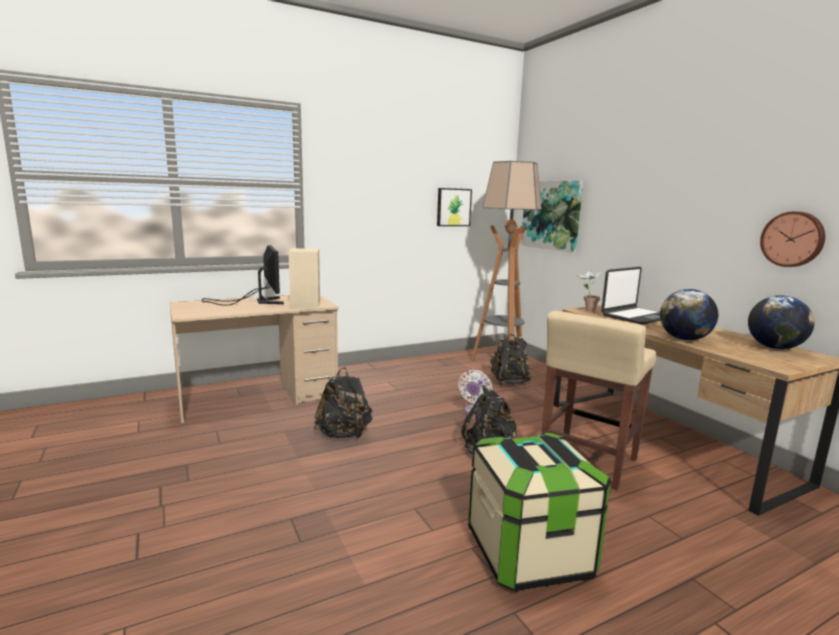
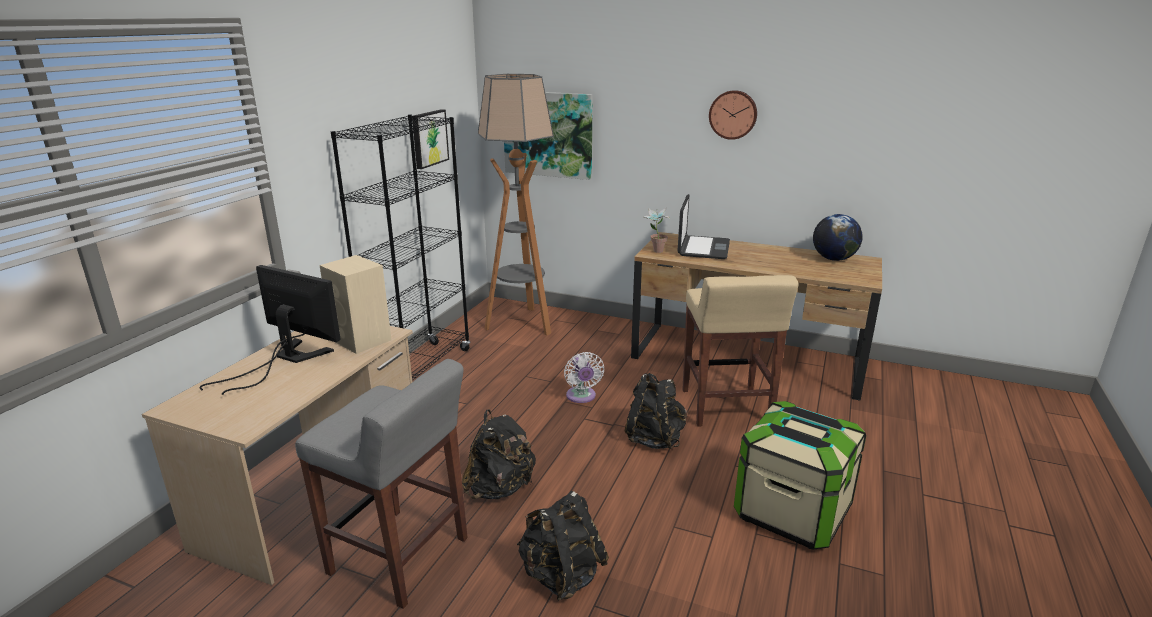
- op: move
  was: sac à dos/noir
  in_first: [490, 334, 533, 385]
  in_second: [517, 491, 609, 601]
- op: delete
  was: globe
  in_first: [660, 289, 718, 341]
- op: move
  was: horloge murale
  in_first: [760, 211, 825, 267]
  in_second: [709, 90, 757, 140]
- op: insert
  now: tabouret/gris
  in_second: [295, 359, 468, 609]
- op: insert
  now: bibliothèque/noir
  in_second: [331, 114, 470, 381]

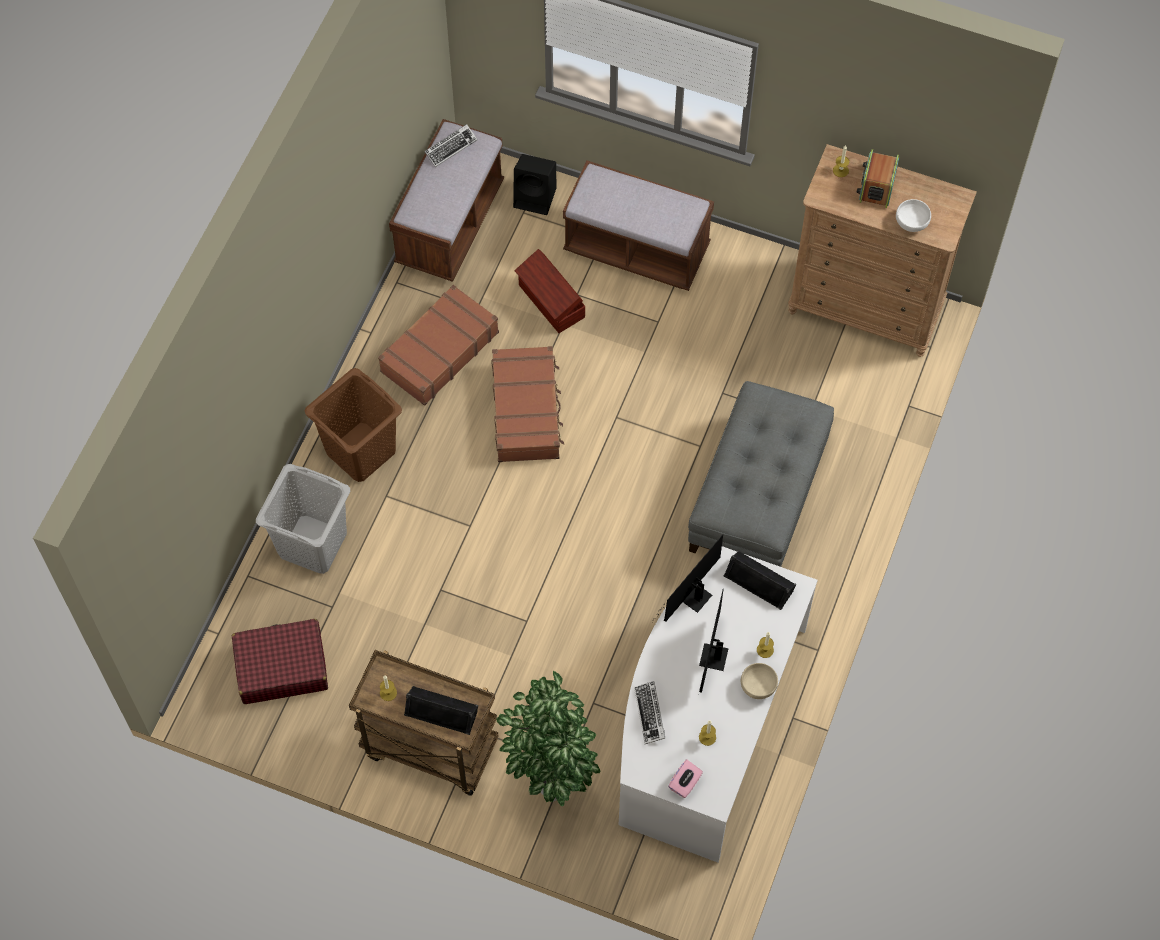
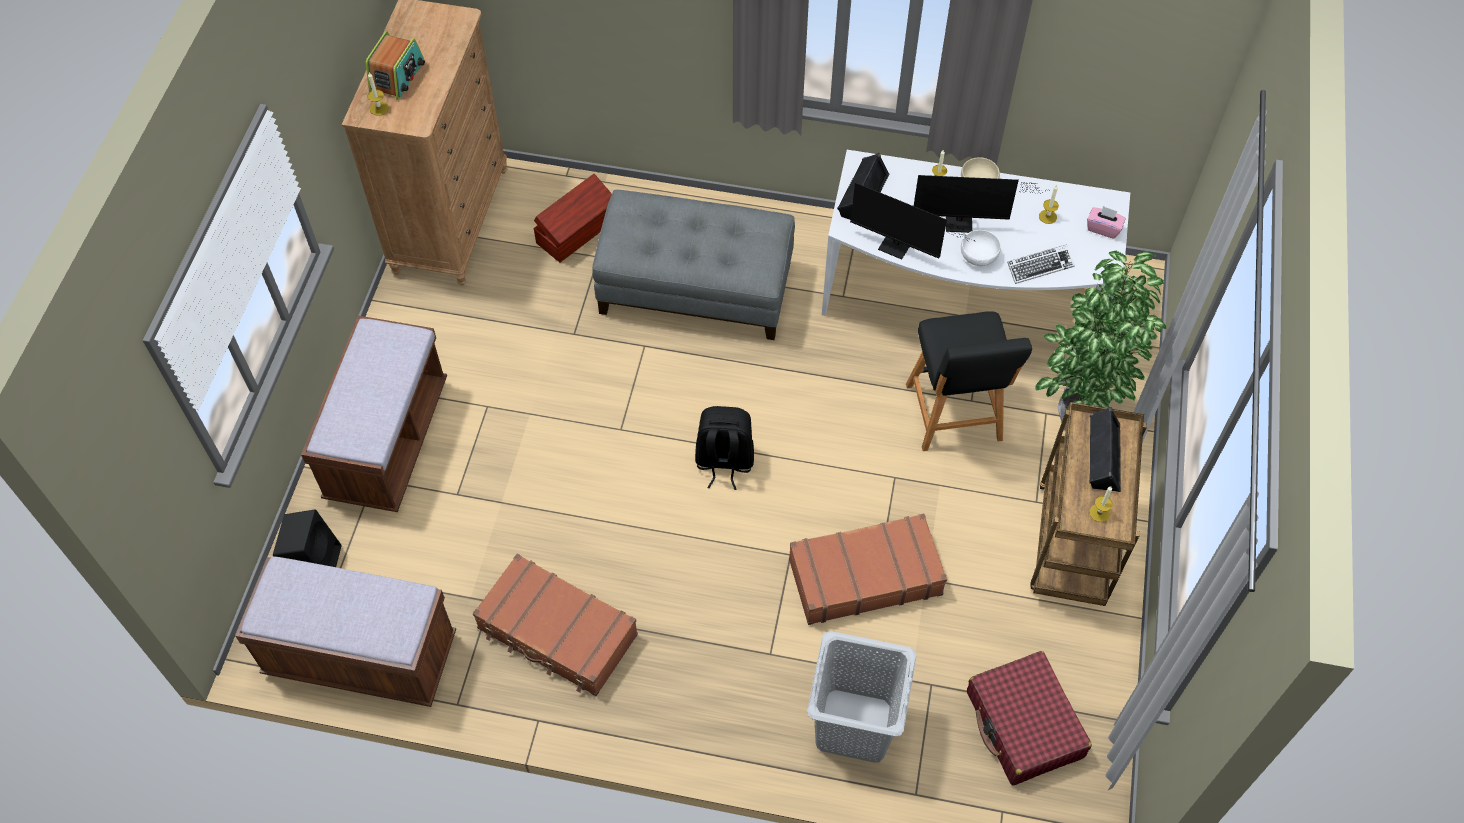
- op: delete
  was: panier à linge/marron
  in_first: [305, 368, 402, 482]
- op: delete
  was: clavier
  in_first: [424, 124, 478, 167]
- op: move
  was: valise/marron
  in_first: [492, 346, 564, 462]
  in_second: [789, 513, 947, 625]
- op: move
  was: boîte de rangement/marron
  in_first: [515, 249, 585, 333]
  in_second: [533, 174, 612, 262]
- op: rotate
  was: radio
  in_first: [856, 149, 899, 208]
  in_second: [366, 31, 425, 100]
  clockwise: -75
- op: move
  was: bol/blanc
  in_first: [896, 199, 931, 232]
  in_second: [961, 230, 1001, 266]
- op: insert
  now: sac à dos/noir
  in_second: [695, 406, 754, 490]
- op: insert
  now: tabouret/noir
  in_second: [906, 311, 1032, 451]

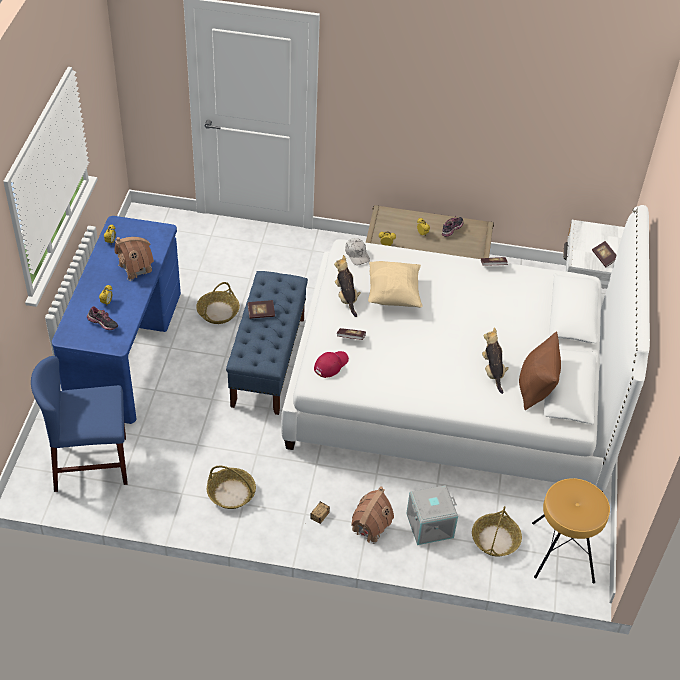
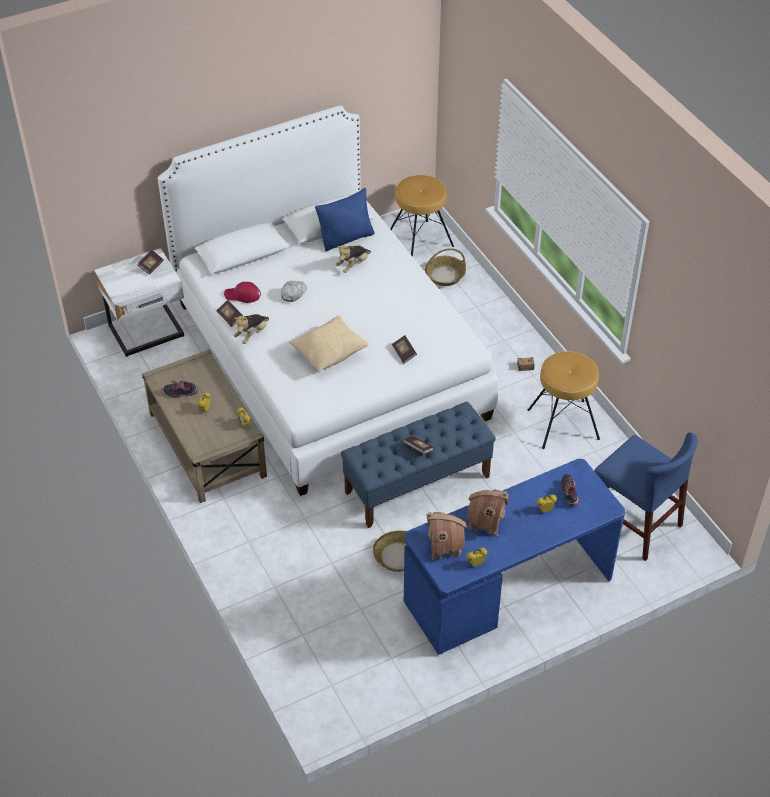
- op: replace
  was: panier
  now: tabouret/marron
  in_first: [207, 466, 256, 509]
  in_second: [528, 351, 600, 449]
- op: move
  was: casquette/rouge
  in_first: [314, 351, 349, 378]
  in_second: [224, 282, 261, 303]
- op: move
  was: peluche
  in_first: [334, 255, 361, 317]
  in_second: [234, 314, 269, 344]
- op: move
  was: casquette/blanc
  in_first: [345, 238, 370, 265]
  in_second: [281, 281, 307, 302]
- op: move
  was: maison miniature
  in_first: [351, 486, 394, 544]
  in_second: [426, 512, 467, 560]
- op: delete
  was: boîte de rangement/gris
  in_first: [406, 485, 458, 545]
- op: recolor
  was: coussin/marron
  now: coussin/bleu
  in_first: [519, 331, 561, 410]
  in_second: [315, 188, 375, 251]

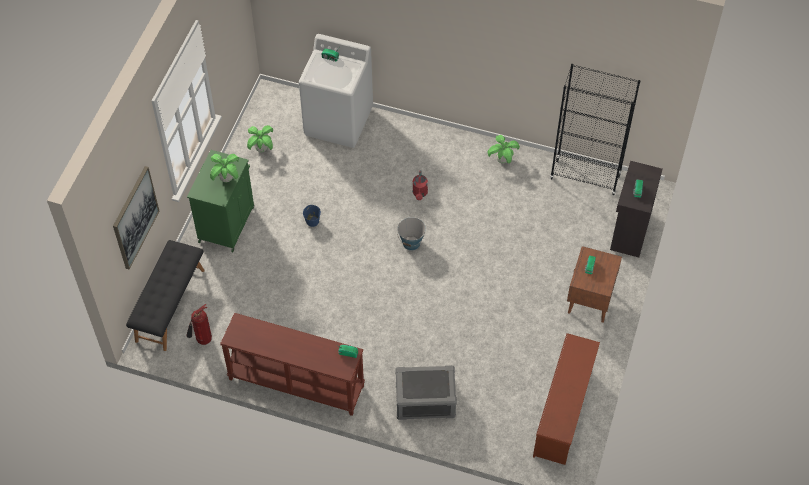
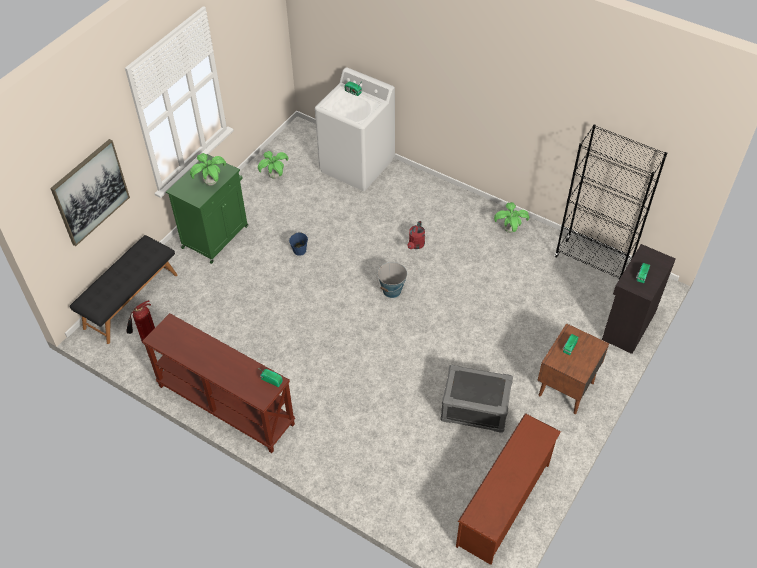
- op: move
  was: boîte de rangement/gris
  in_first: [395, 365, 457, 420]
  in_second: [440, 364, 513, 433]

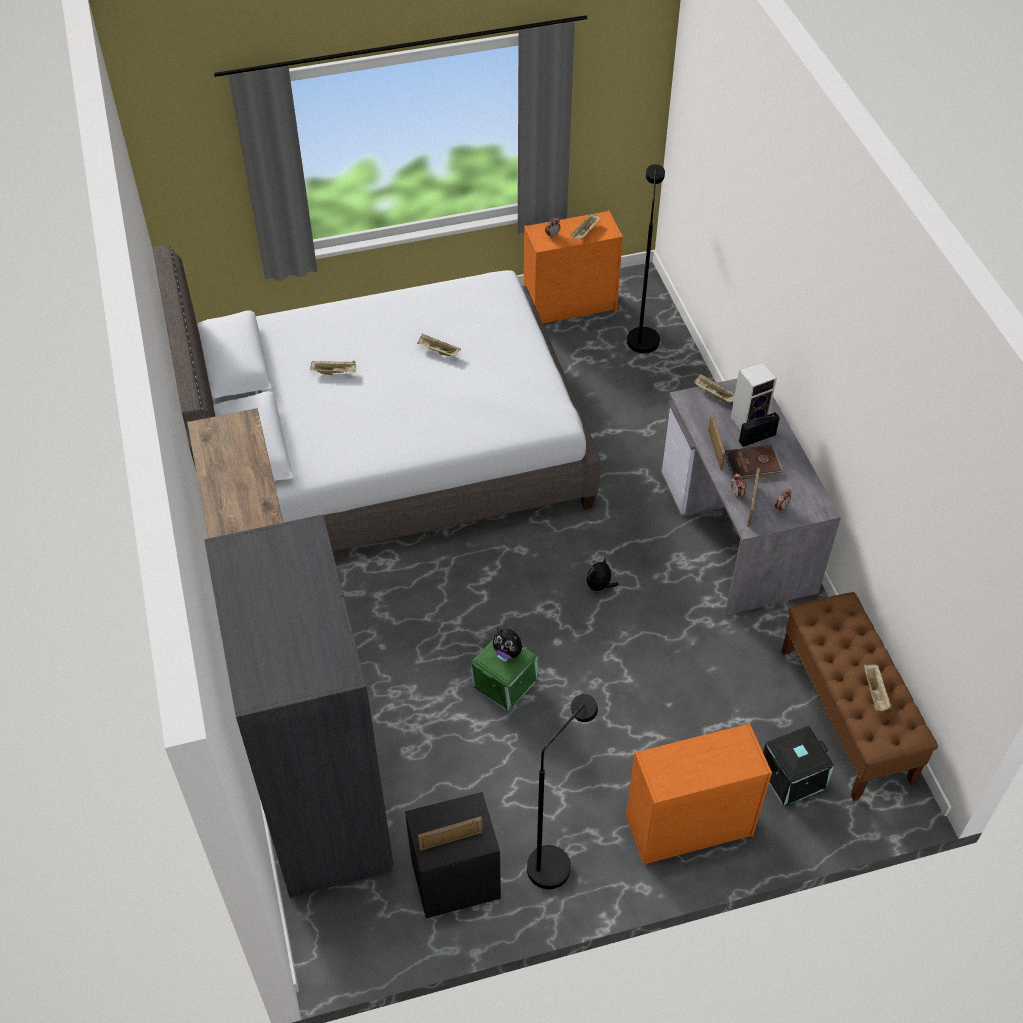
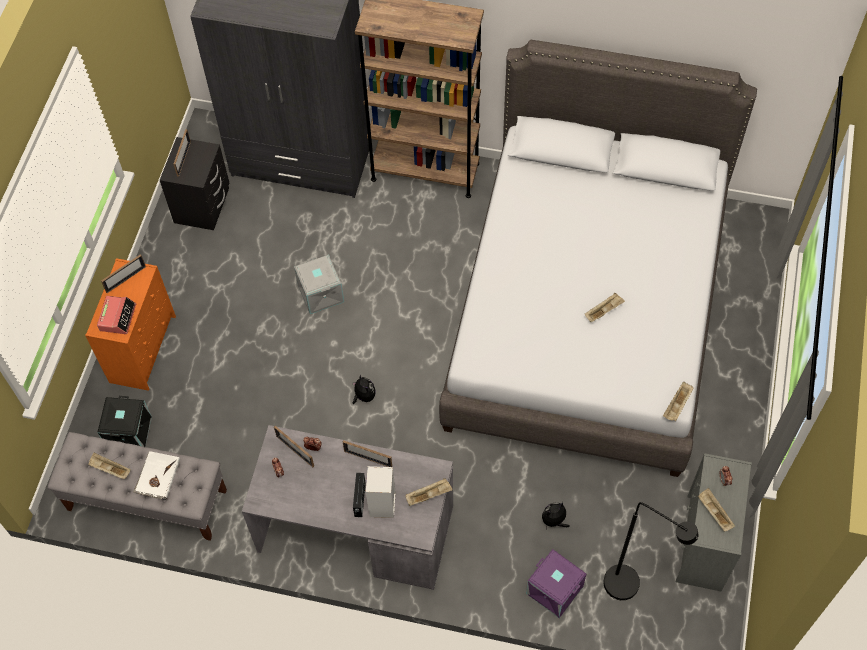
- op: move
  was: plateau/beige
  in_first: [310, 360, 356, 375]
  in_second: [663, 382, 694, 421]
- op: recolor
  was: boîte de rangement/vert
  now: boîte de rangement/gris
  in_first: [471, 639, 537, 712]
  in_second: [294, 254, 344, 314]
- op: move
  was: peluche
  in_first: [493, 628, 527, 659]
  in_second: [542, 502, 570, 530]
- op: recolor
  was: commode/orange
  now: commode/gris
  in_first: [524, 210, 623, 323]
  in_second: [676, 453, 752, 591]
- op: delete
  was: lampadaire/noir
  in_first: [527, 694, 598, 889]
- op: delete
  was: livre/marron
  in_first: [725, 445, 783, 479]
- op: recolor
  was: banc/marron
  now: banc/gris
  in_first: [781, 592, 938, 801]
  in_second: [47, 432, 227, 541]
- op: insert
  now: réveil
  in_second: [97, 296, 136, 334]
- op: insert
  now: cadre photo
  in_second: [101, 254, 146, 293]
- op: insert
  now: livre/blanc
  in_second: [133, 451, 180, 499]
- op: insert
  now: boîte de rangement/violet
  in_second: [526, 549, 586, 618]

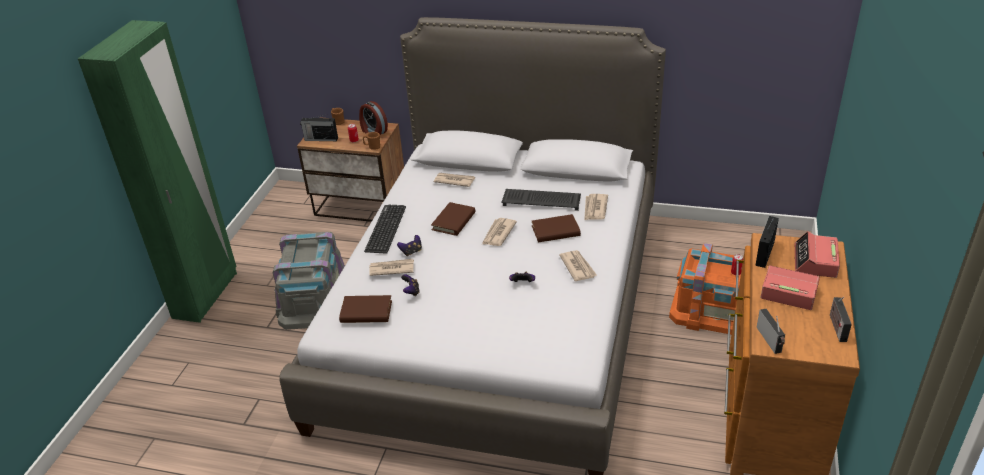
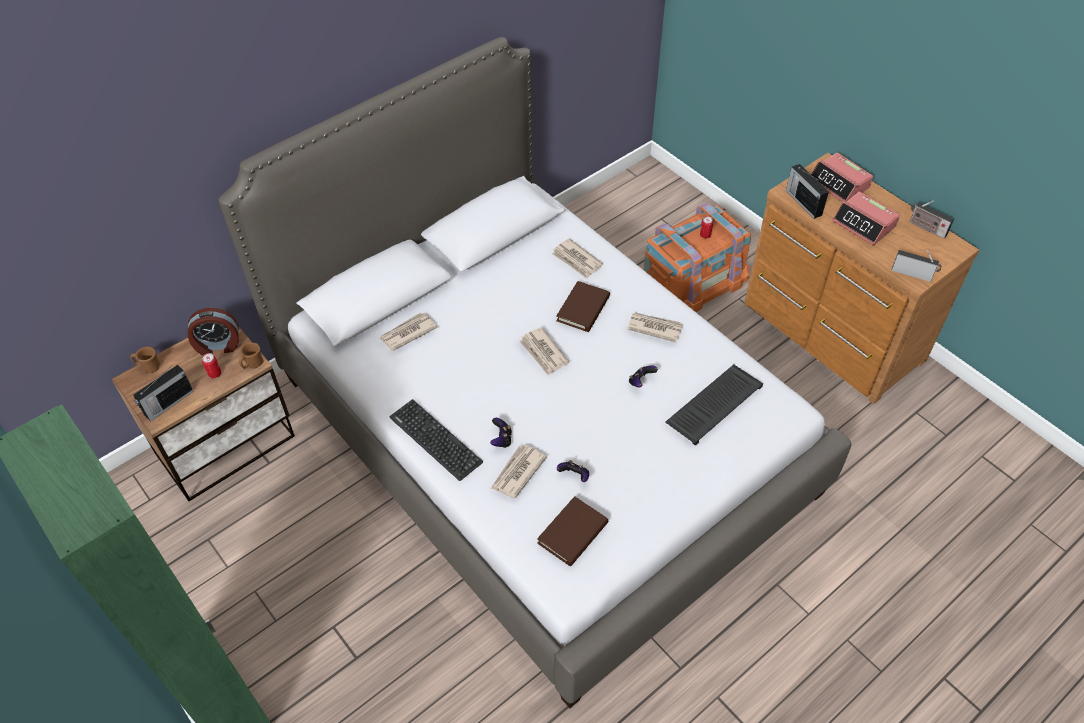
- op: delete
  was: boîte de rangement/gris
  in_first: [273, 232, 345, 330]
- op: delete
  was: livre/marron
  in_first: [431, 202, 476, 236]
- op: move
  was: clavier
  in_first: [501, 189, 581, 211]
  in_second: [665, 364, 763, 446]
- op: rotate
  was: réveil
  in_first: [761, 265, 820, 310]
  in_second: [832, 192, 900, 246]
  clockwise: -105

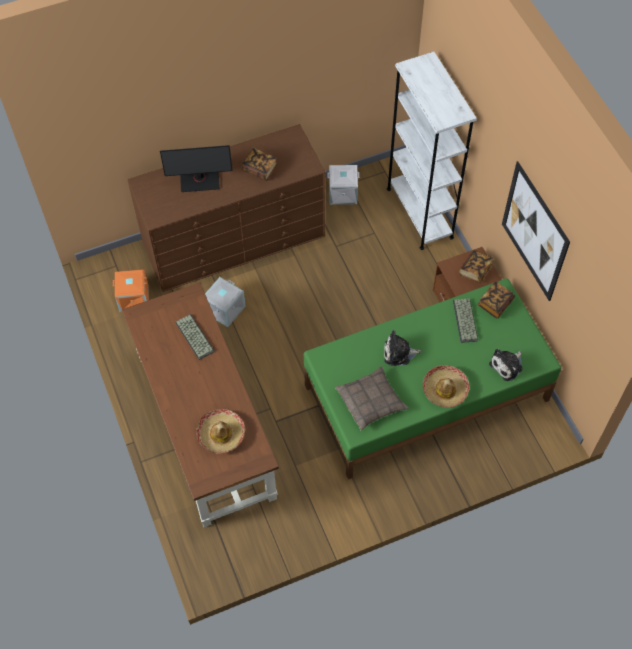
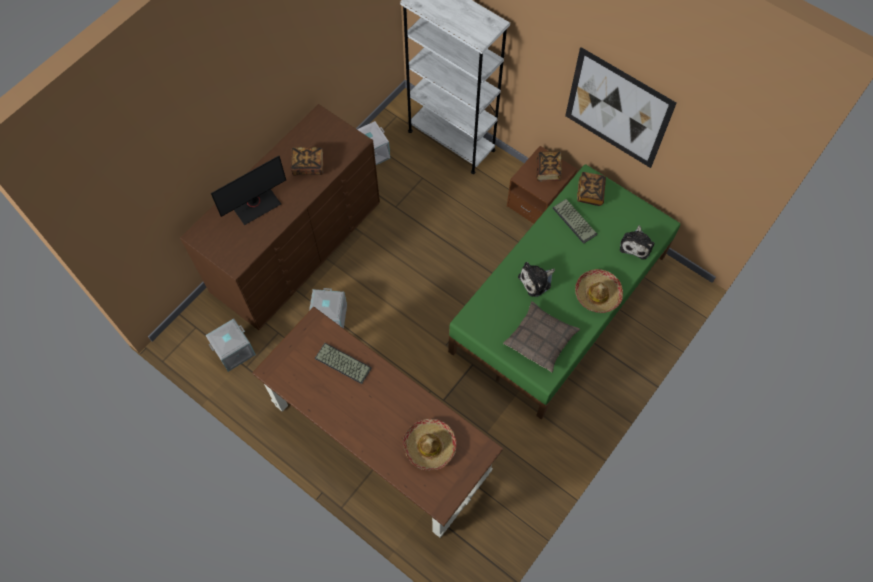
- op: recolor
  was: boîte de rangement/orange
  now: boîte de rangement/gris
  in_first: [113, 269, 149, 312]
  in_second: [205, 318, 256, 372]

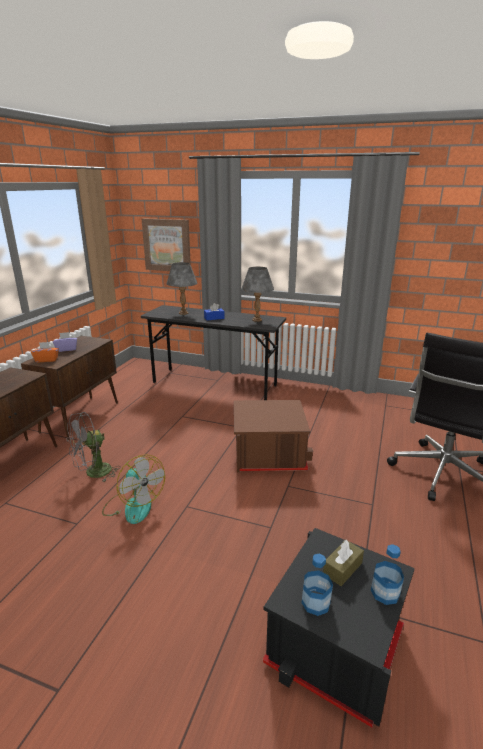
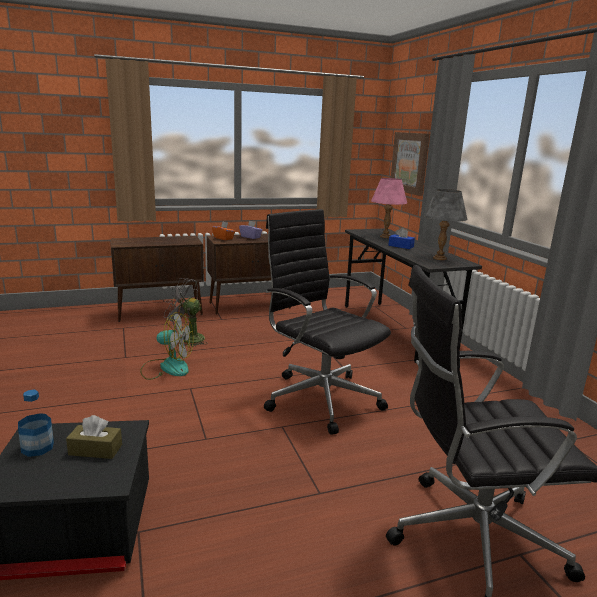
- op: rotate
  was: ventilateur
  in_first: [102, 454, 165, 524]
  in_second: [140, 312, 193, 380]
  clockwise: -90
- op: recolor
  was: lampe de table/gris
  now: lampe de table/rose
  in_first: [167, 262, 198, 315]
  in_second: [371, 178, 407, 238]
- op: replace
  was: boîte de rangement/marron
  now: chaise de bureau/noir
  in_first: [234, 400, 313, 473]
  in_second: [264, 209, 391, 435]
- op: delete
  was: bouteille
  in_first: [371, 544, 404, 605]

